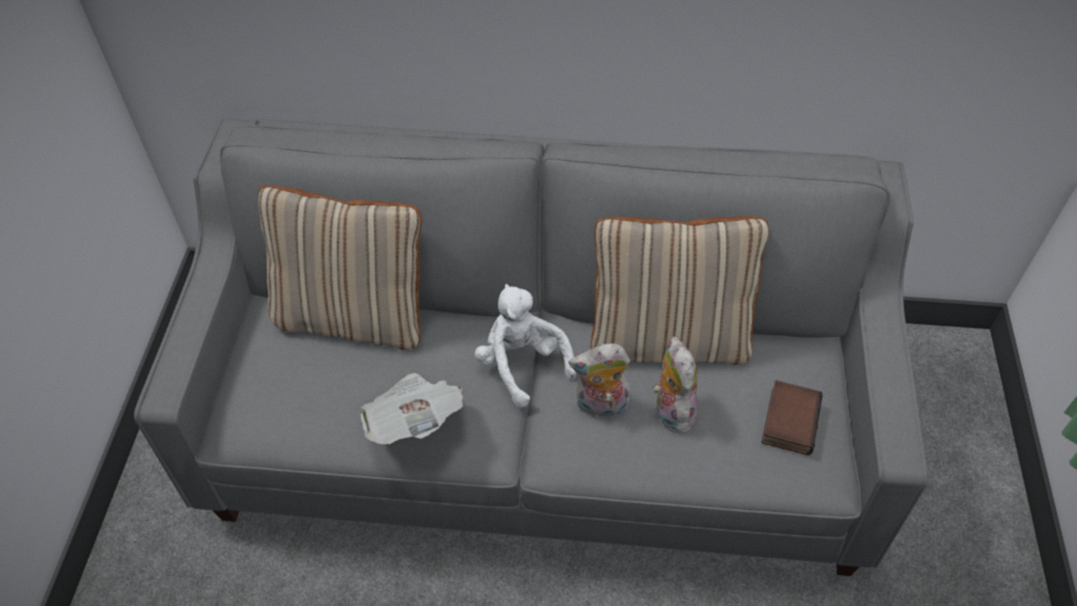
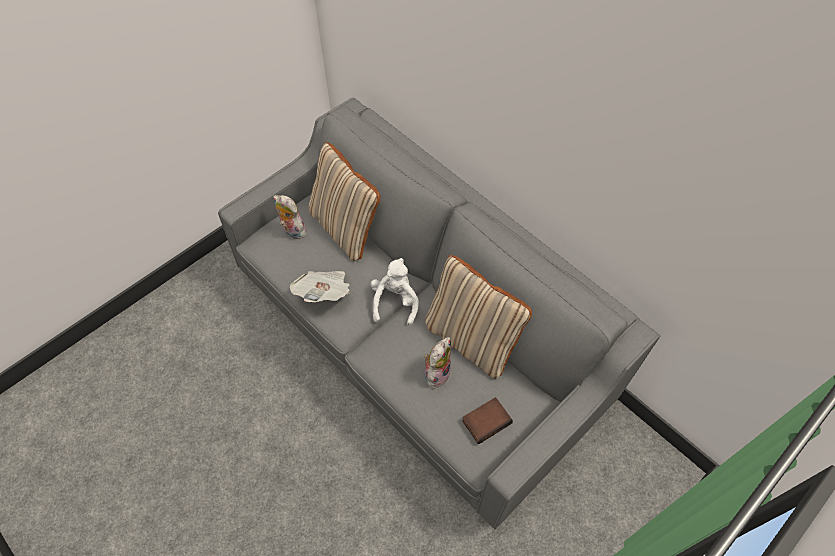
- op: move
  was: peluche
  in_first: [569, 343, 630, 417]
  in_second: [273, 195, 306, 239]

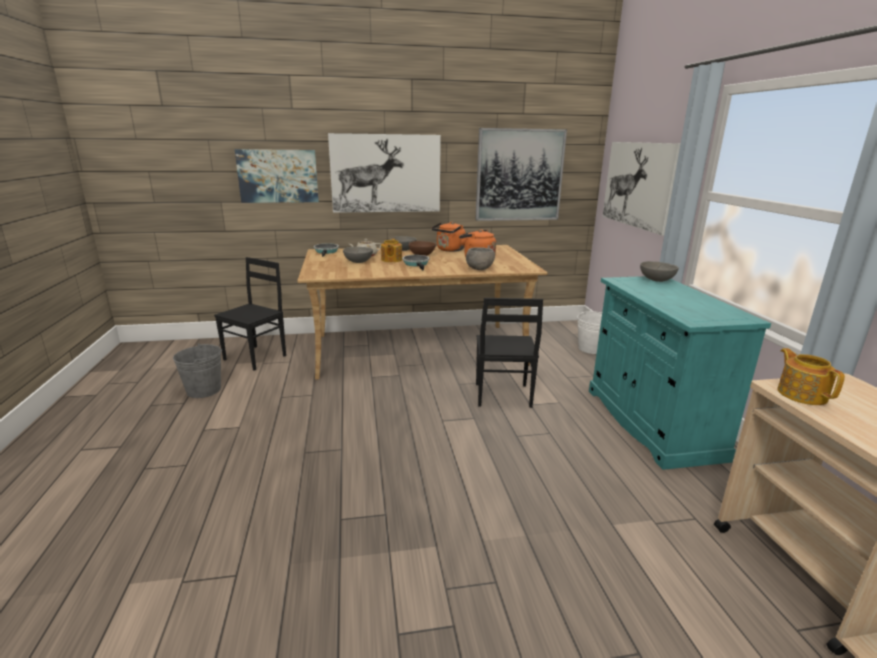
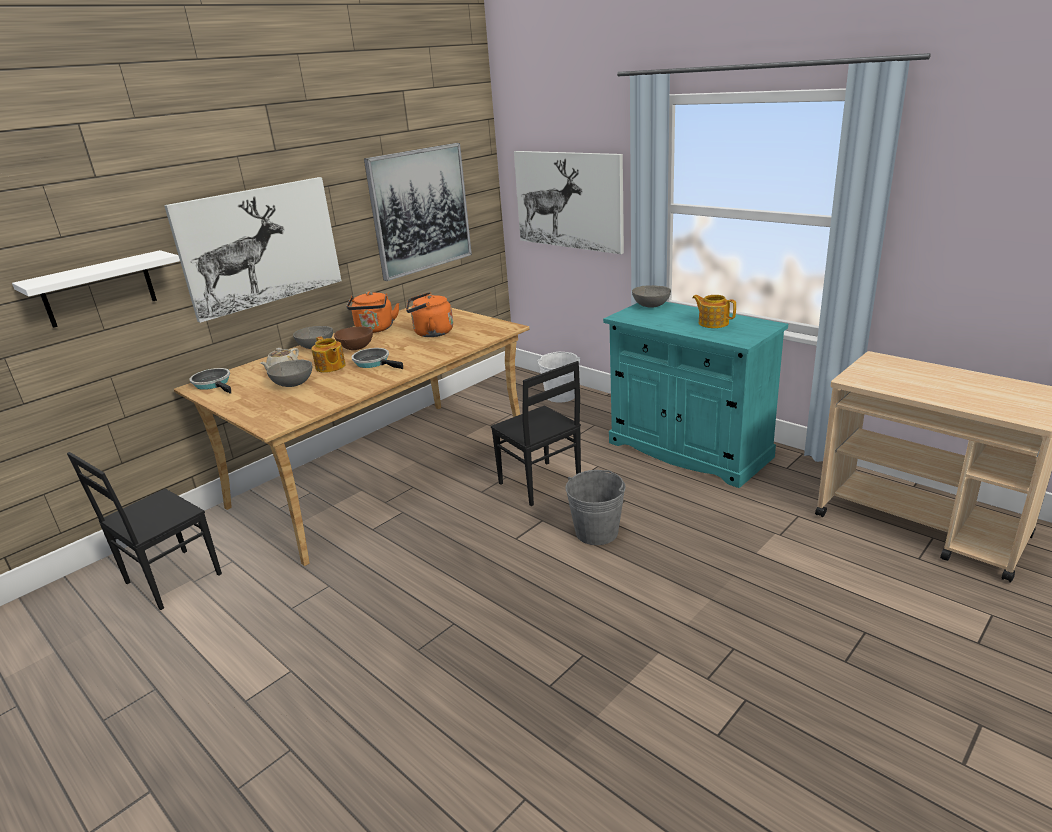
- op: move
  was: seau/gris
  in_first: [173, 343, 222, 398]
  in_second: [565, 470, 626, 545]
- op: rotate
  was: chaise/noir
  in_first: [214, 257, 286, 371]
  in_second: [67, 452, 222, 610]
  clockwise: -135
- op: replace
  was: tableau
  now: étagère/blanc
  in_first: [235, 149, 319, 203]
  in_second: [12, 250, 180, 328]
- op: delete
  was: bol/gris
  in_first: [466, 247, 495, 270]
- op: move
  was: théière
  in_first: [777, 348, 845, 405]
  in_second: [692, 295, 736, 328]

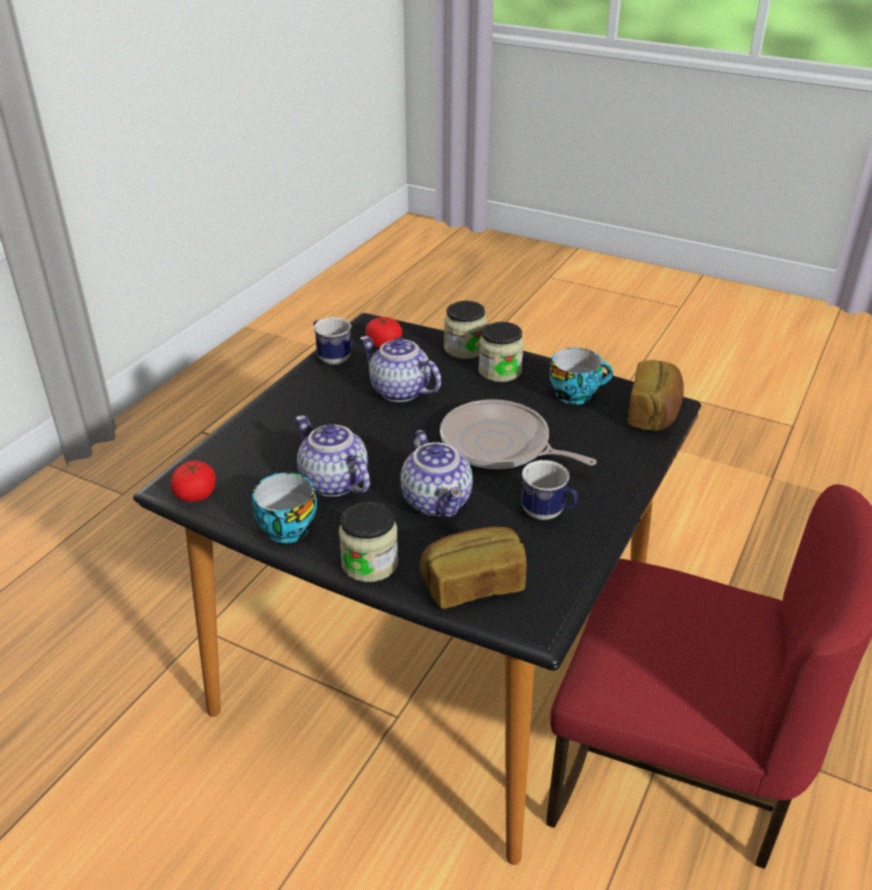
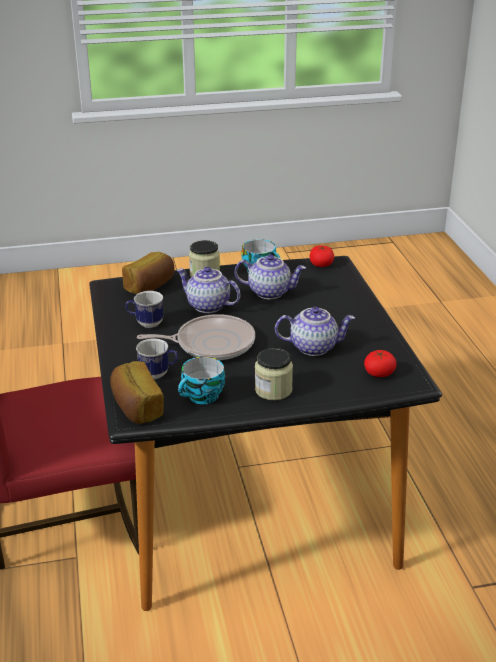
- op: move
  was: mug
  in_first: [313, 317, 352, 365]
  in_second: [136, 339, 178, 379]
- op: delete
  was: bocal
  in_first: [444, 301, 487, 359]

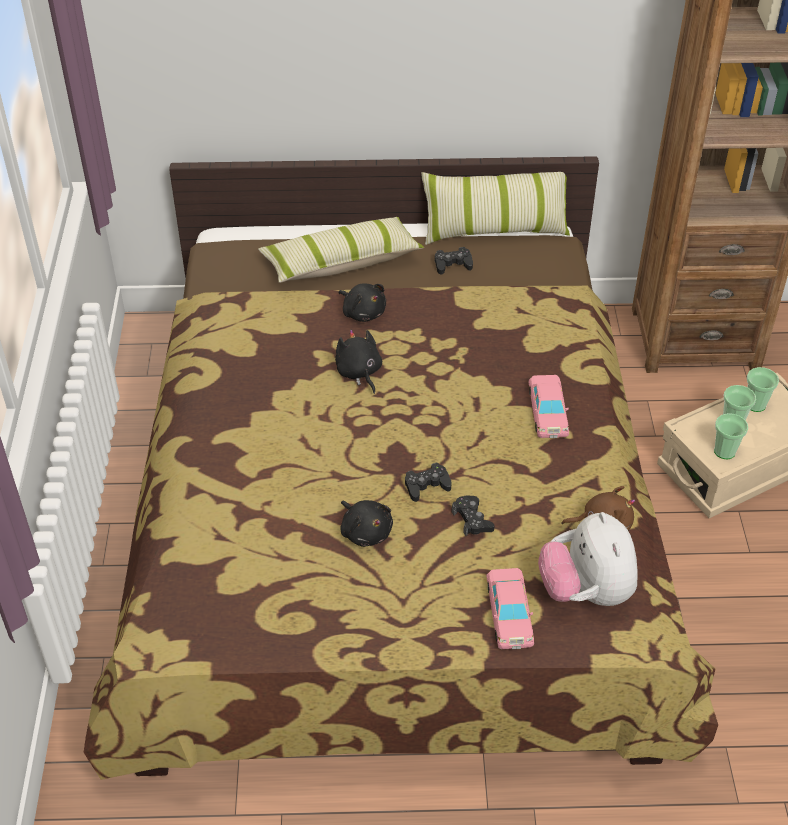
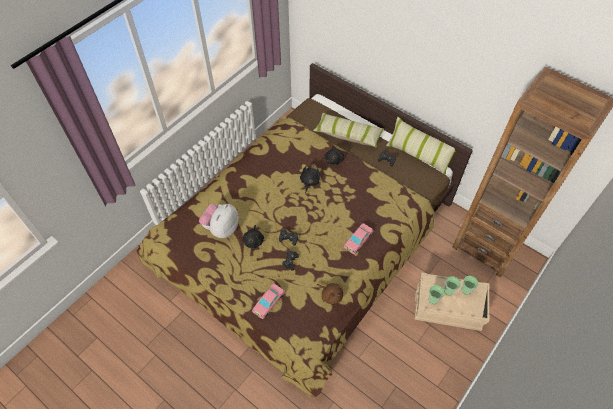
- op: move
  was: peluche
  in_first: [538, 512, 638, 606]
  in_second: [199, 204, 239, 238]

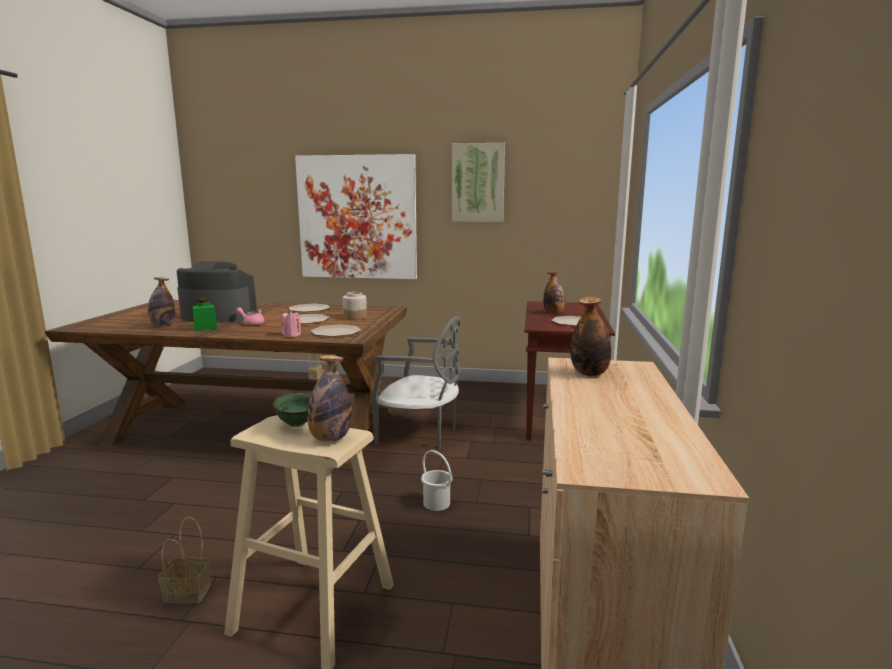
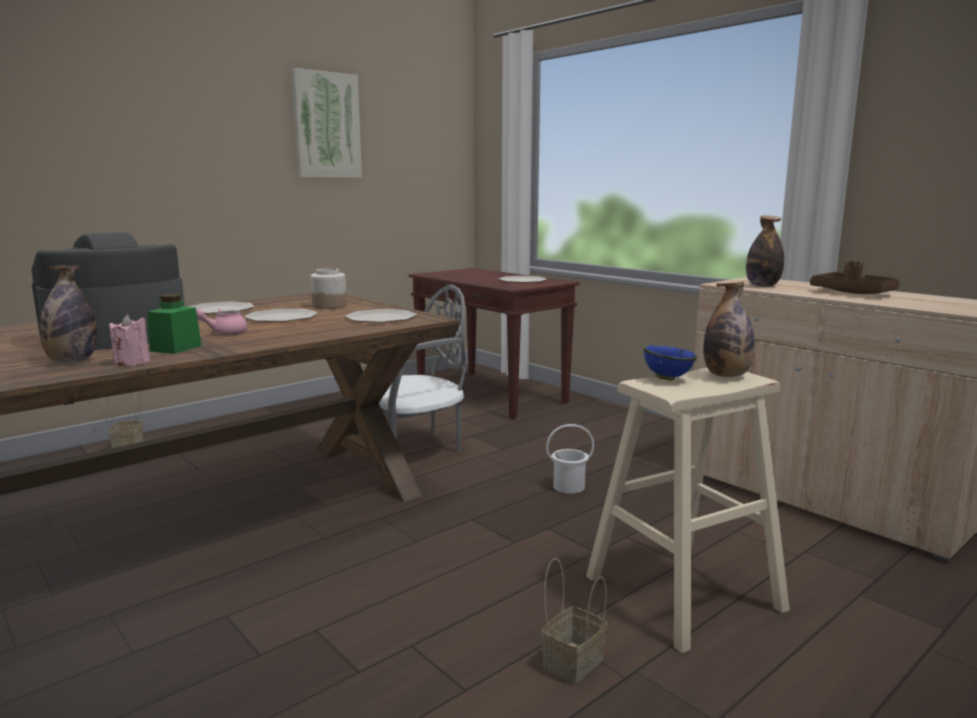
- op: recolor
  was: bol/vert
  now: bol/bleu
  in_first: [273, 393, 311, 427]
  in_second: [643, 345, 697, 381]
- op: move
  was: bougie/rose
  in_first: [281, 310, 301, 337]
  in_second: [109, 315, 150, 366]
- op: delete
  was: tableau
  in_first: [295, 154, 417, 279]
- op: delete
  was: bouteille
  in_first: [543, 271, 565, 314]
- op: insert
  now: plateau/marron
  in_second: [810, 261, 900, 294]

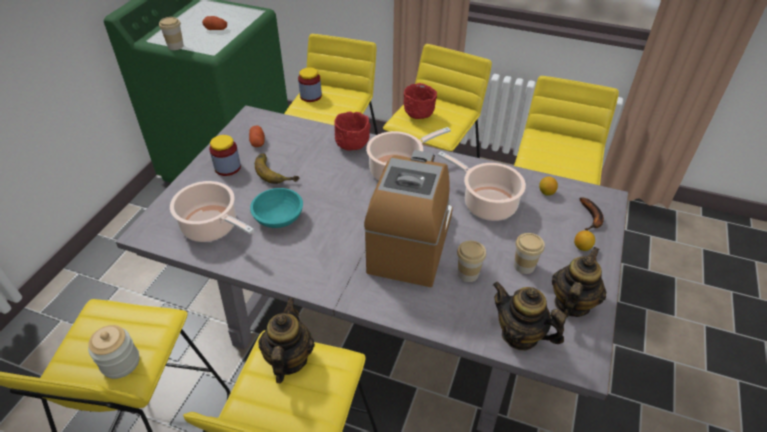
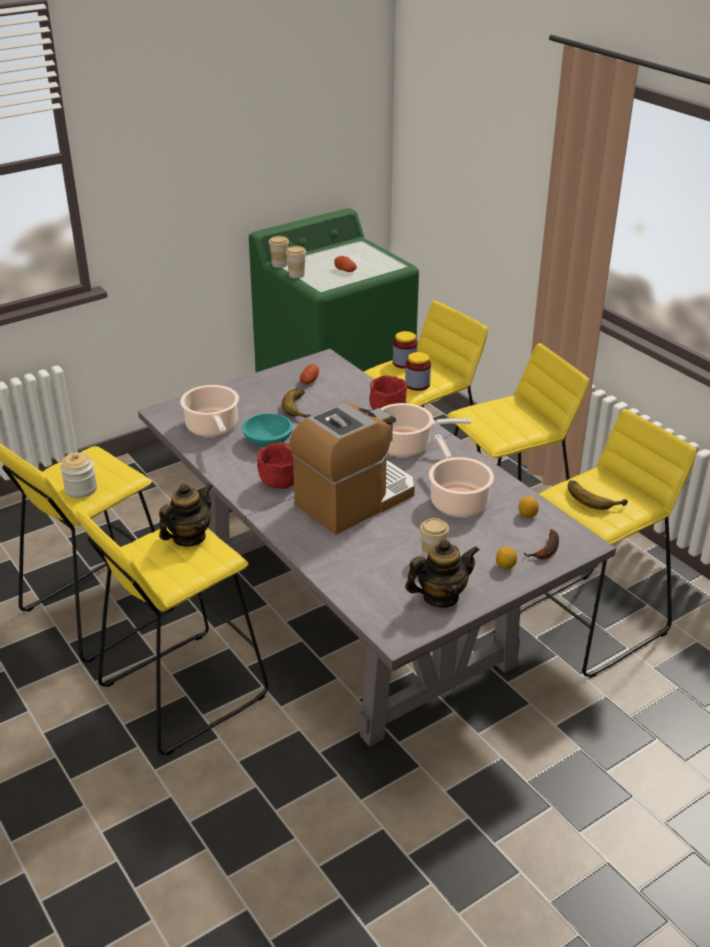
- op: move
  was: bocal
  in_first: [209, 135, 241, 176]
  in_second: [405, 352, 431, 391]
- op: move
  was: bol/rouge
  in_first: [403, 83, 437, 119]
  in_second: [257, 442, 294, 489]
- op: move
  was: tasse
  in_first: [457, 240, 486, 282]
  in_second: [269, 236, 289, 268]
- op: delete
  was: théière
  in_first: [493, 282, 566, 351]
- op: insert
  now: banane
  in_second: [568, 480, 628, 510]

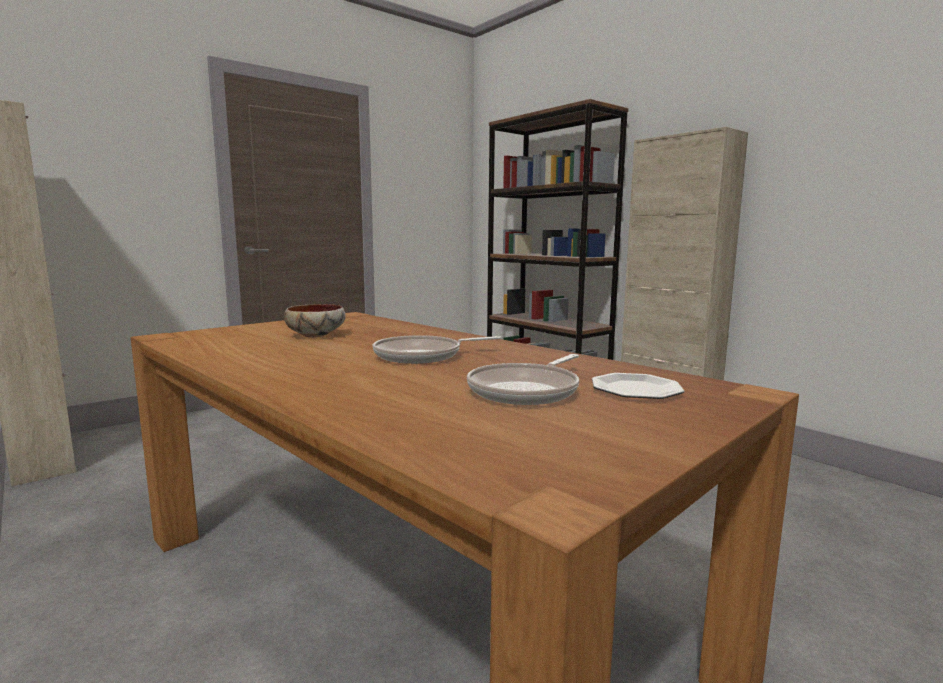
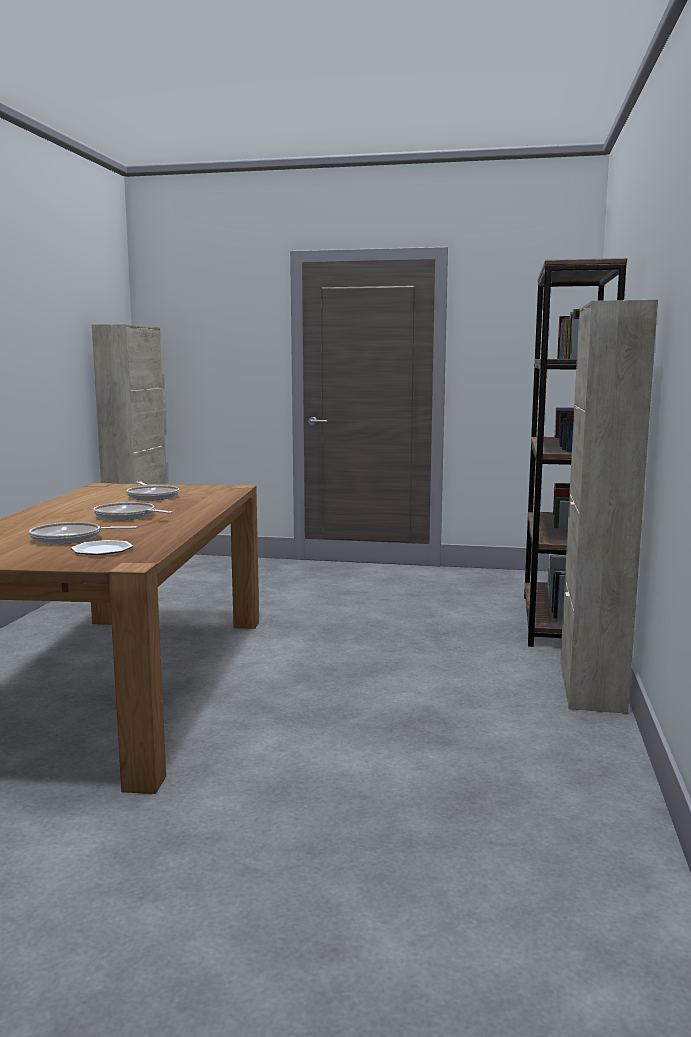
- op: replace
  was: bol
  now: poêle
  in_first: [284, 304, 346, 337]
  in_second: [126, 481, 179, 500]

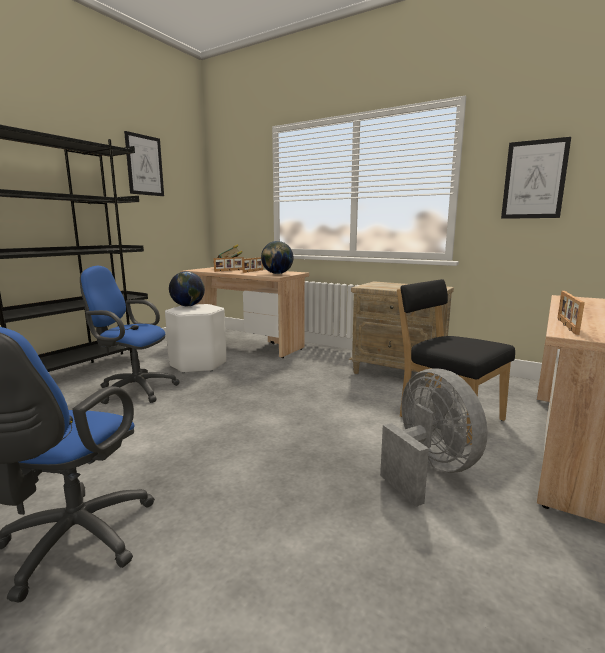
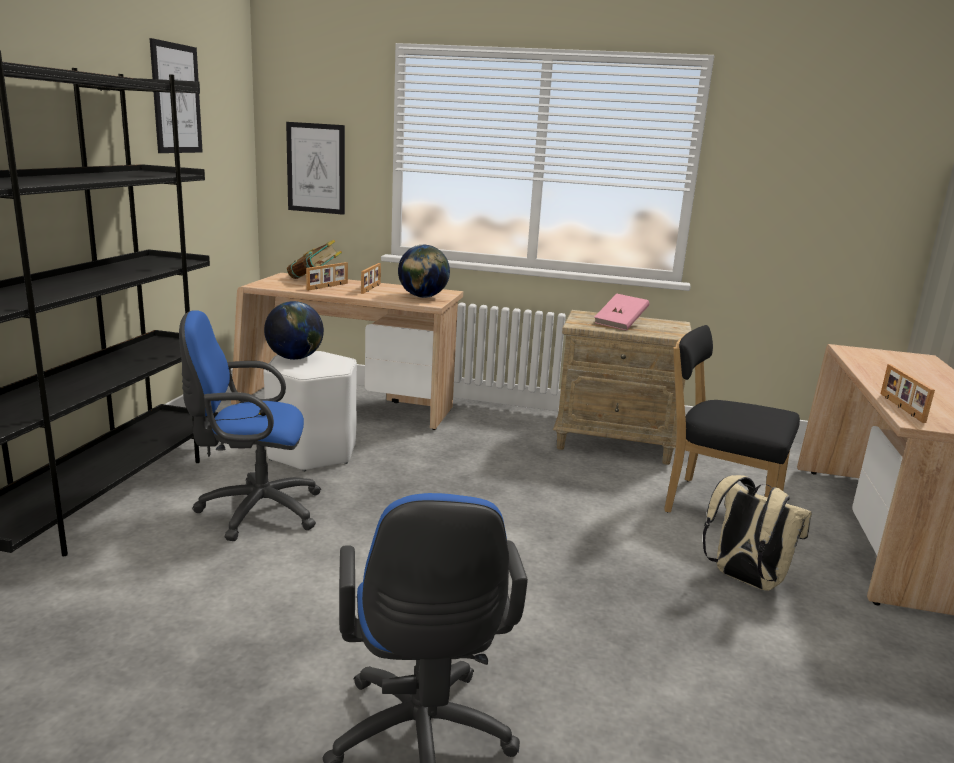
- op: replace
  was: ventilateur/gris
  now: sac à dos/beige
  in_first: [380, 368, 488, 507]
  in_second: [703, 475, 812, 591]
- op: move
  was: tableau
  in_first: [501, 137, 571, 219]
  in_second: [286, 122, 345, 215]
- op: insert
  now: livre/rose
  in_second: [594, 294, 649, 331]

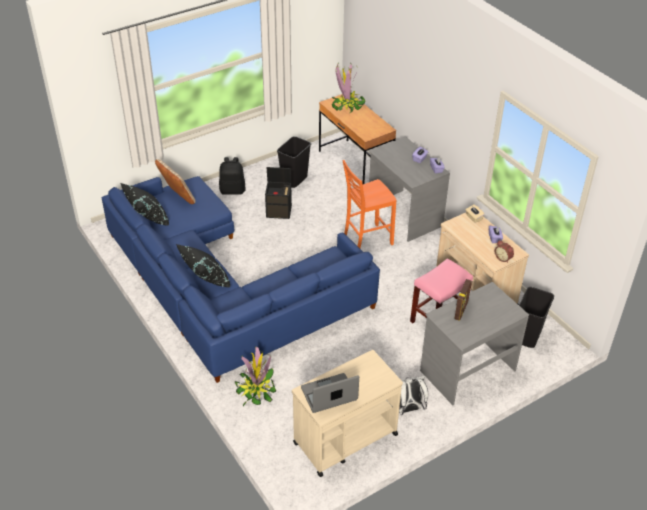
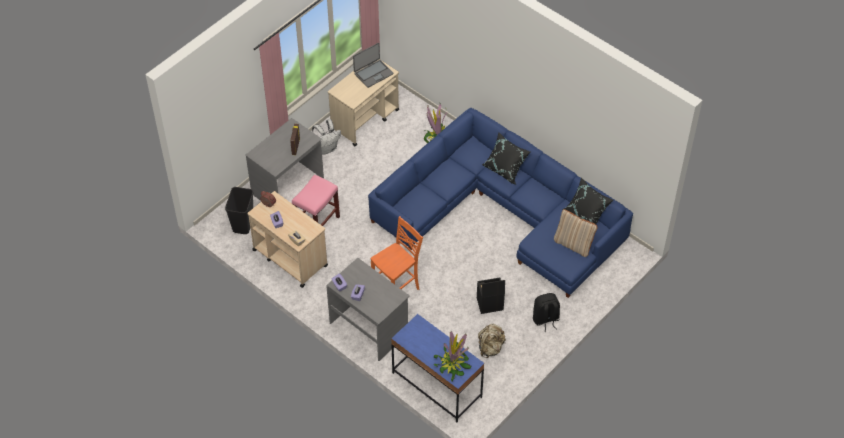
- op: replace
  was: poubelle/noir
  now: sac à dos/beige
  in_first: [277, 136, 311, 188]
  in_second: [478, 324, 506, 358]
- op: recolor
  was: bureau/marron
  now: bureau/bleu
  in_first: [319, 94, 396, 184]
  in_second: [391, 314, 484, 422]

